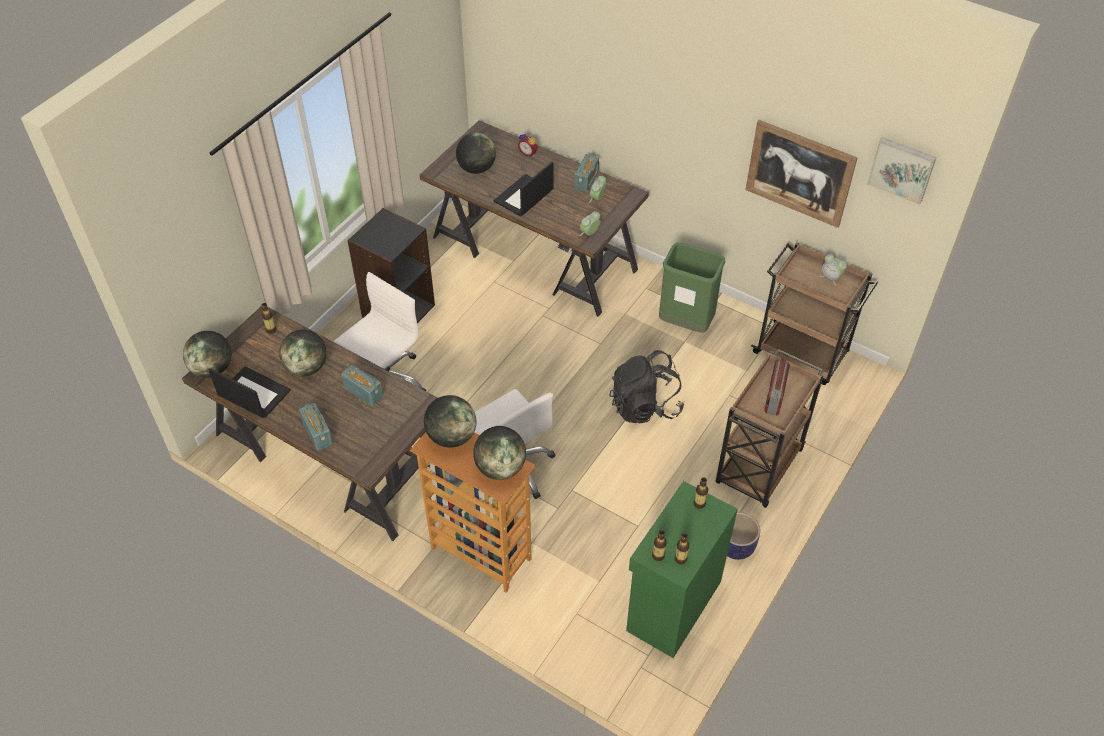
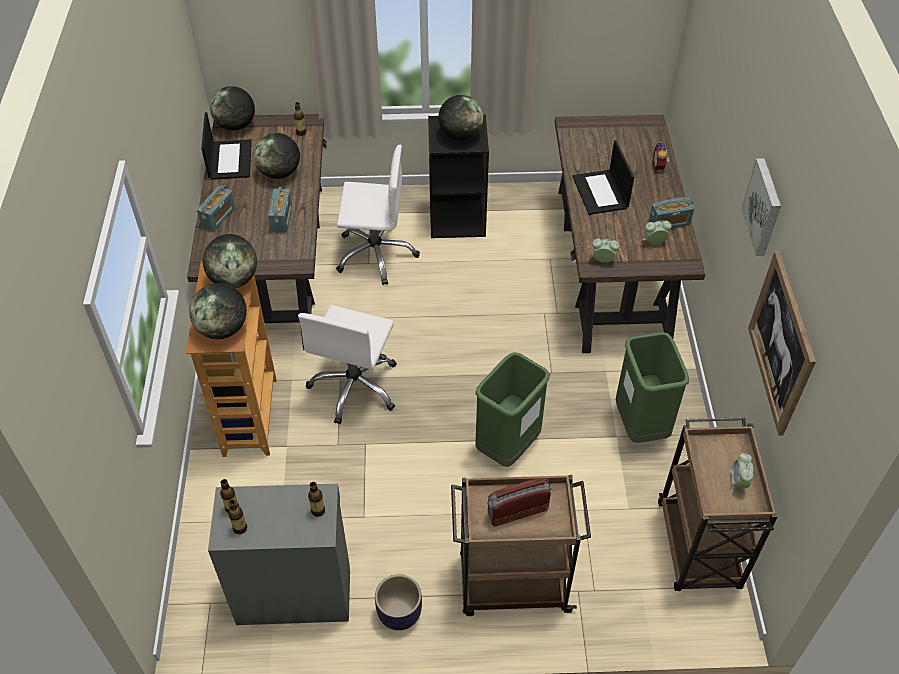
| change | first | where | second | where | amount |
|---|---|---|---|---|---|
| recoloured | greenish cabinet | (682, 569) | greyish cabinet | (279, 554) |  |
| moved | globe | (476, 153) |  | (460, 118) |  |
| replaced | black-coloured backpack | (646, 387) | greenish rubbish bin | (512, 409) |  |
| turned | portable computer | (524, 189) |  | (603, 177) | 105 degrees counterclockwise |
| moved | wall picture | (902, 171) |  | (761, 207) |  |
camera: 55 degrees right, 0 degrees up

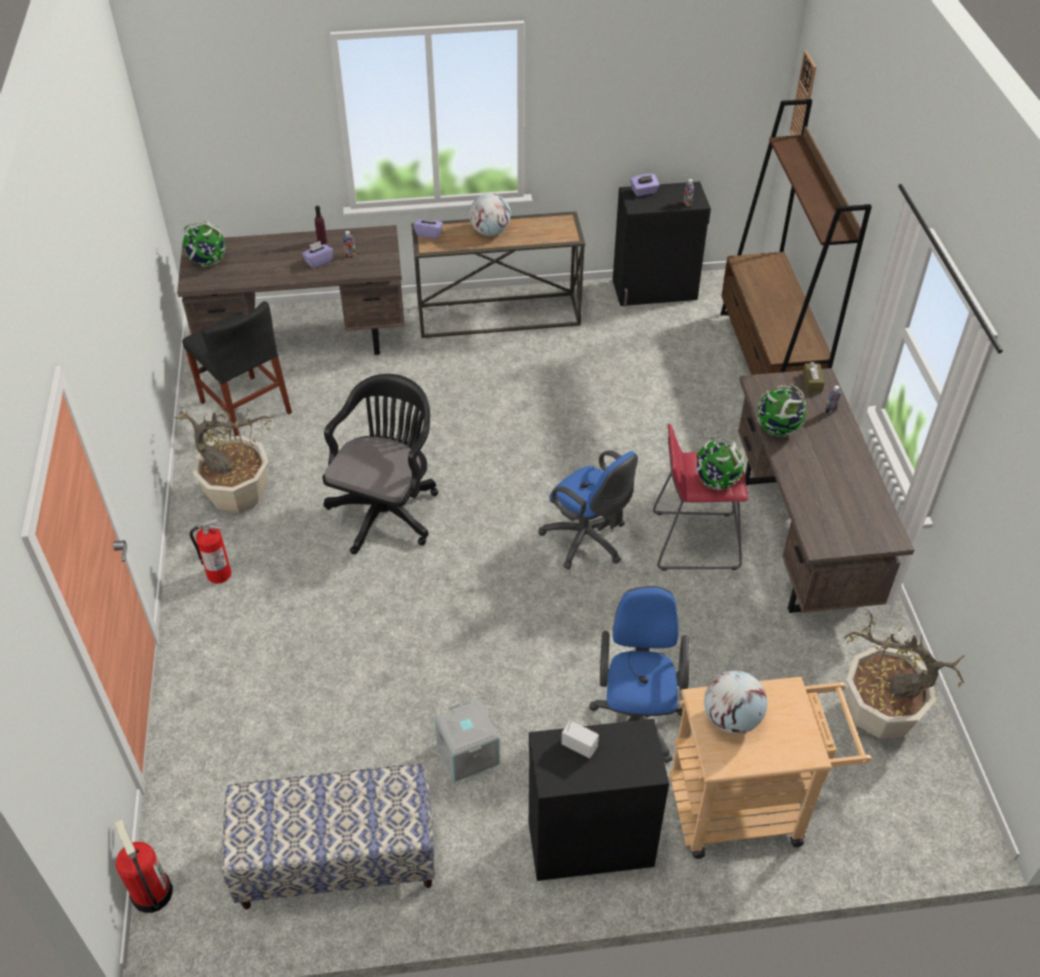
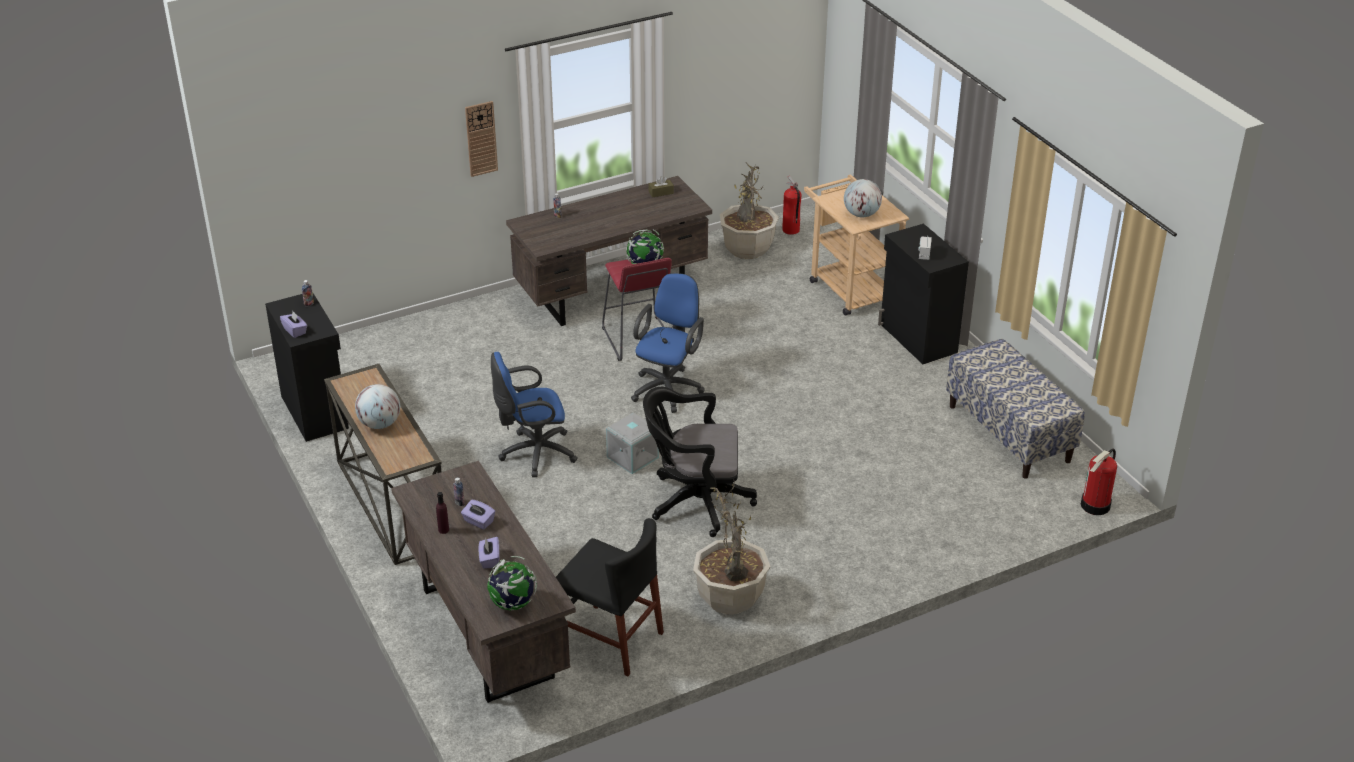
| change | first | where | second | where | amount |
|---|---|---|---|---|---|
| moved | wall clock | (803, 93) |  | (481, 139) |  |
| moved | purple-coloured tissue box | (428, 226) |  | (489, 553) |  |
| moved | blue-coloured desk chair | (639, 674) |  | (534, 414) |  |
| turned | black-coloured upright chair | (237, 368) |  | (610, 597) | 90 degrees clockwise |
| moved | greyish storage container | (467, 741) |  | (632, 443) |  |
| moved | brown tissue box | (814, 377) |  | (661, 187) |  |
| moved | extinguisher | (210, 551) |  | (791, 205) |  |
| removed | brown bookshelf | (796, 237) |  |  |  |
| removed | globe | (781, 410) |  |  |  |
camera: 110 degrees left, 10 degrees down

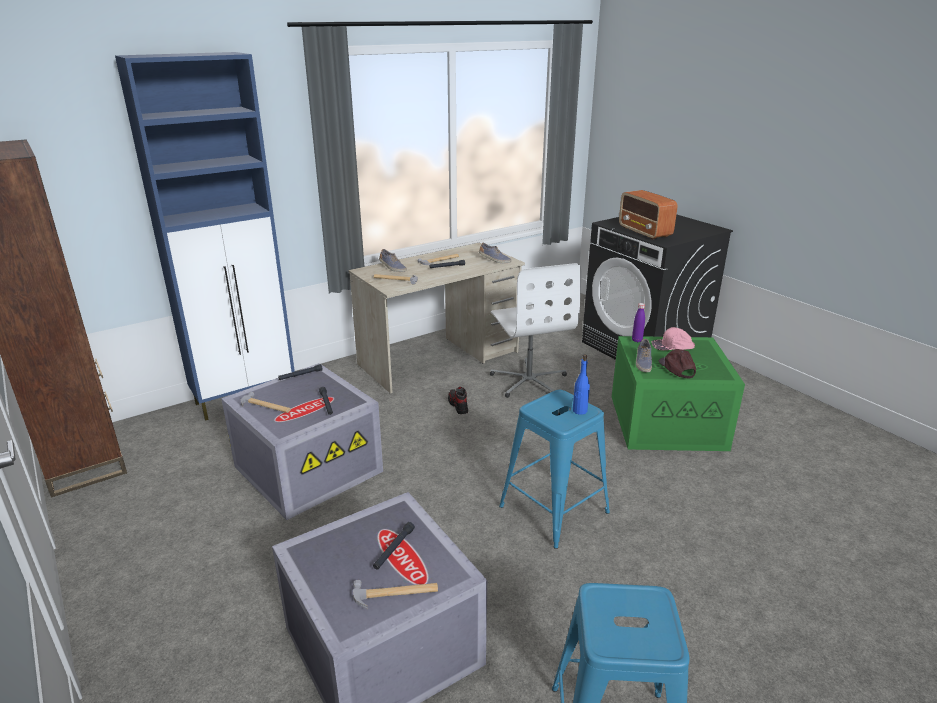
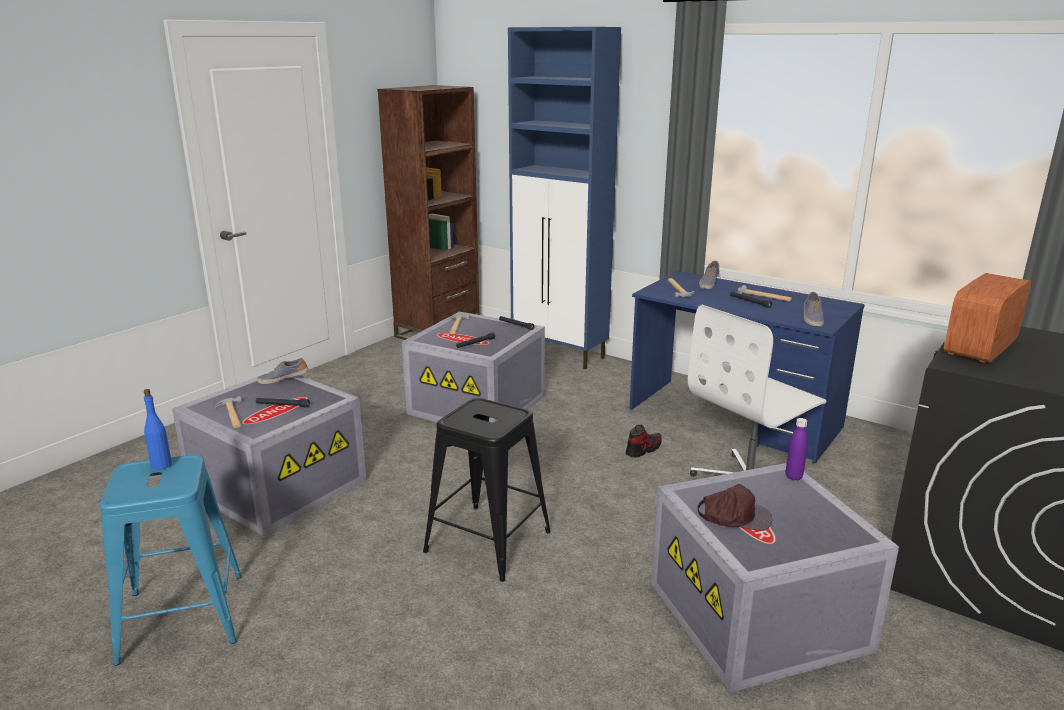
| change | first | where | second | where | amount |
|---|---|---|---|---|---|
| moved | blue-coloured beverage bottle | (581, 384) |  | (158, 429) |  |
| moved | low shoe | (644, 355) |  | (282, 371) |  |
| recoloured | blue-coloured stool | (554, 469) | black-coloured stool | (487, 490) |  |
| recoloured | beige-coloured desk | (436, 318) | blue-coloured desk | (747, 367) |  |
| recoloured | greenish storage container | (678, 393) | greyish storage container | (775, 578) |  |
| turned | brown cap | (677, 364) |  | (734, 507) | 45 degrees clockwise |
| removed | pink cap | (673, 338) |  |  |  |
camera: 70 degrees right, 5 degrees down

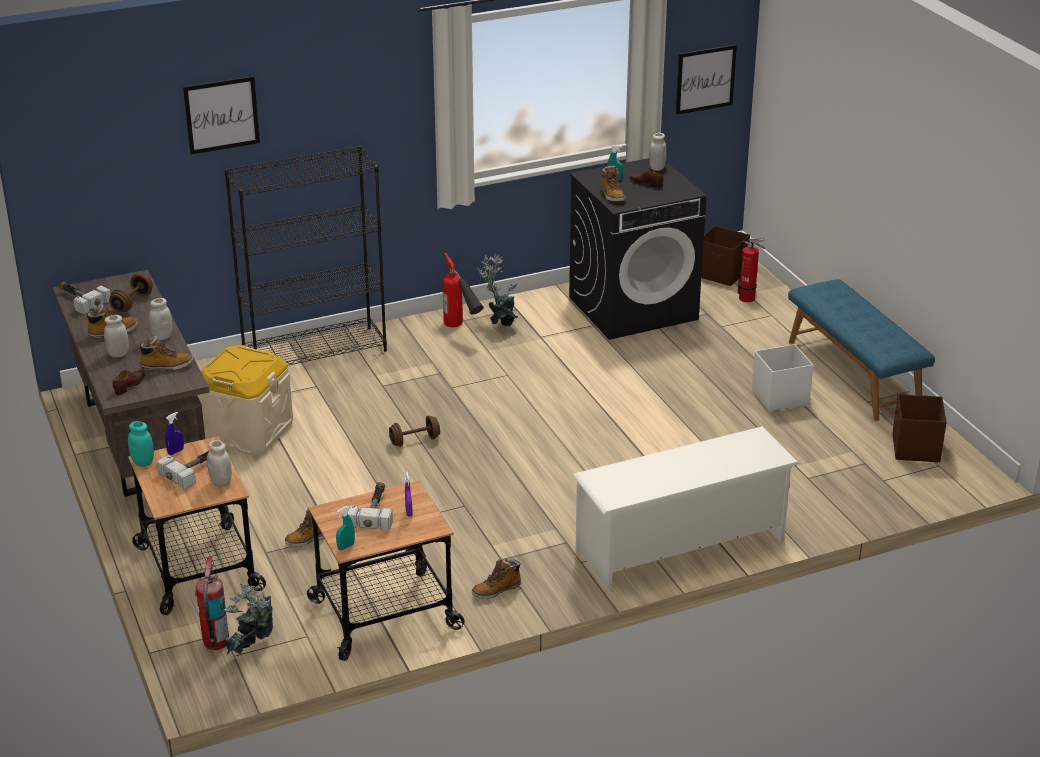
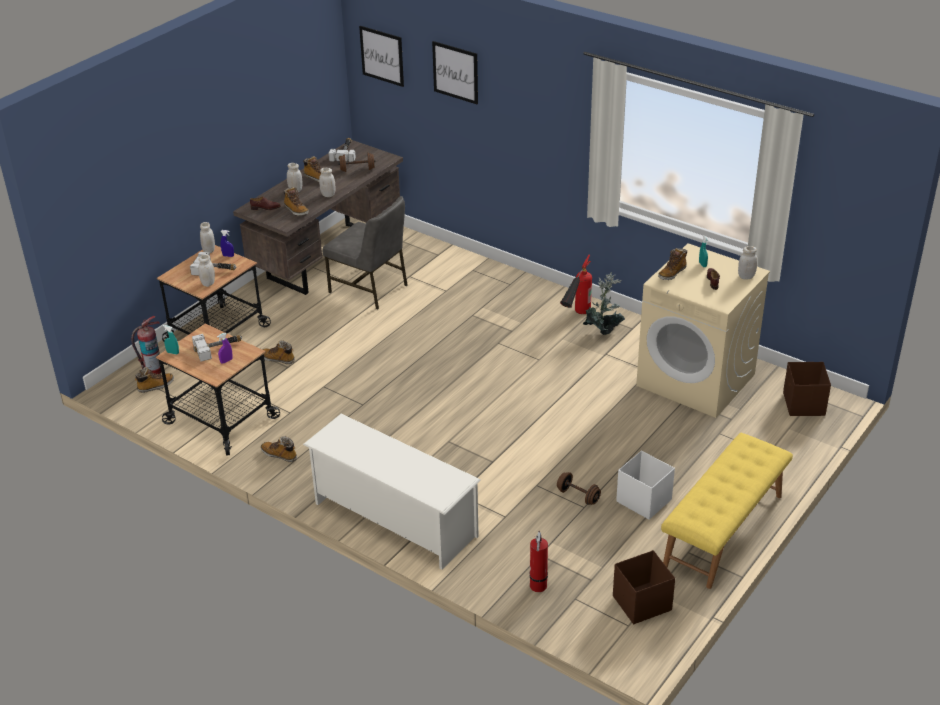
| change | first | where | second | where | amount |
|---|---|---|---|---|---|
| replaced | potted plant | (248, 619) | tall boot | (154, 380) |  |
| recoloured | blue-green storage jar | (141, 443) | white storage jar | (207, 237) |  |
| replaced | beige-coloured storage container | (245, 400) | greyish upright chair | (365, 252) |  |
| moved | wall picture | (706, 80) |  | (381, 56) |  |
| moved | extinguisher | (751, 270) |  | (538, 561) |  |
| moved | brown free weight | (414, 431) |  | (579, 488) |  |
| recoloured | black-coloured washing machine | (637, 249) | beige-coloured washing machine | (703, 330) |  |
| recoloured | blue-coloured long seat | (861, 350) | yellowish long seat | (727, 511) |  |
| removed | black-coloured bookshelf | (305, 256) |  |  |  |
camera: 60 degrees right, 5 degrees up

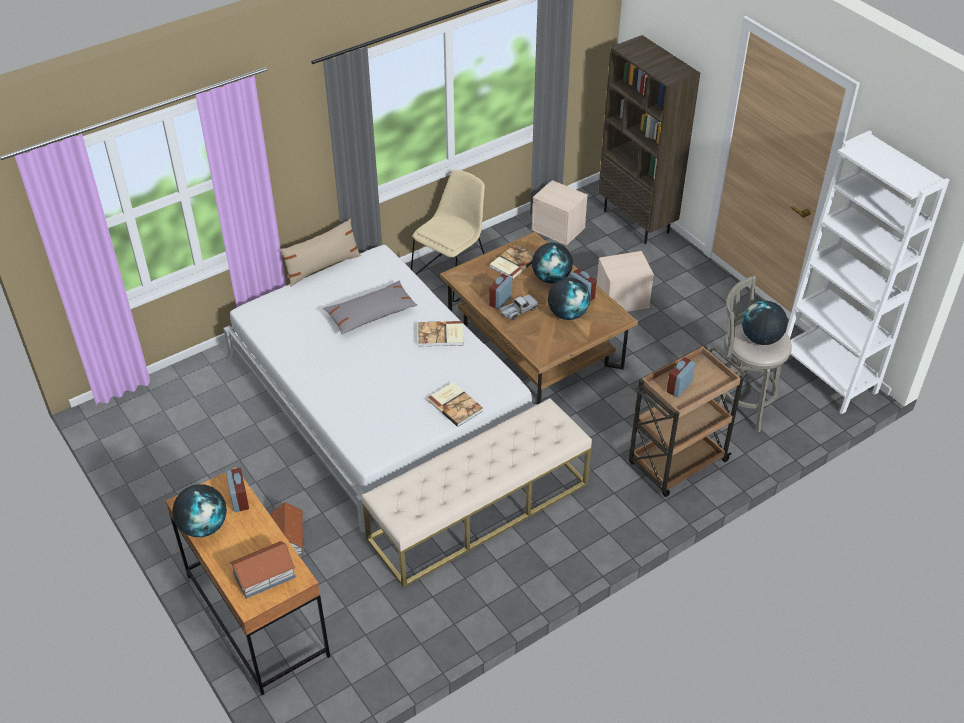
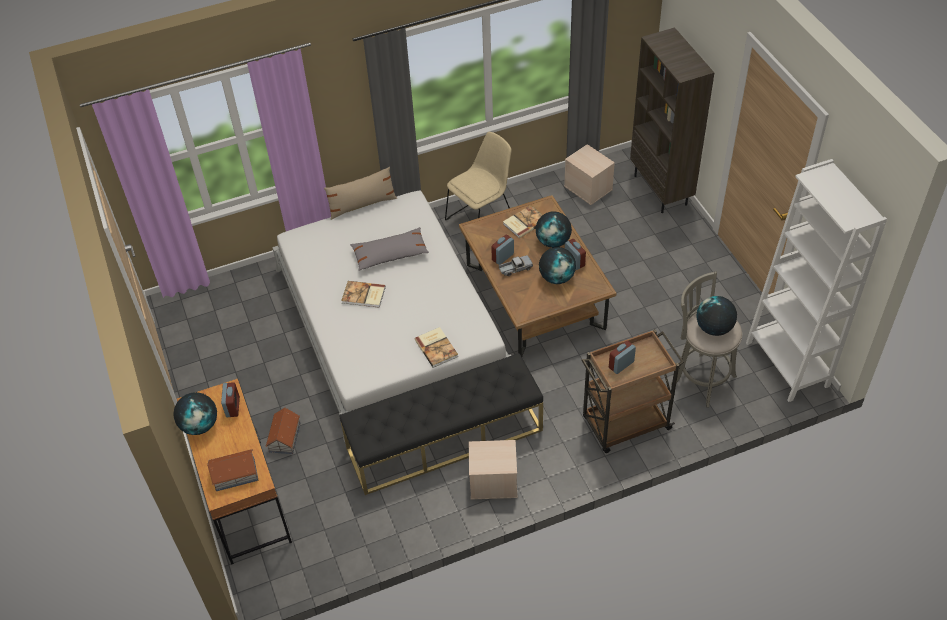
| change | first | where | second | where | amount |
|---|---|---|---|---|---|
| recoloured | beige-coloured long seat | (477, 493) | black-coloured long seat | (441, 424) |  |
| moved | bound book | (440, 334) |  | (363, 294) |  |
| moved | beige-coloured storage container | (625, 281) |  | (493, 469) |  |
camera: 15 degrees right, 5 degrees up

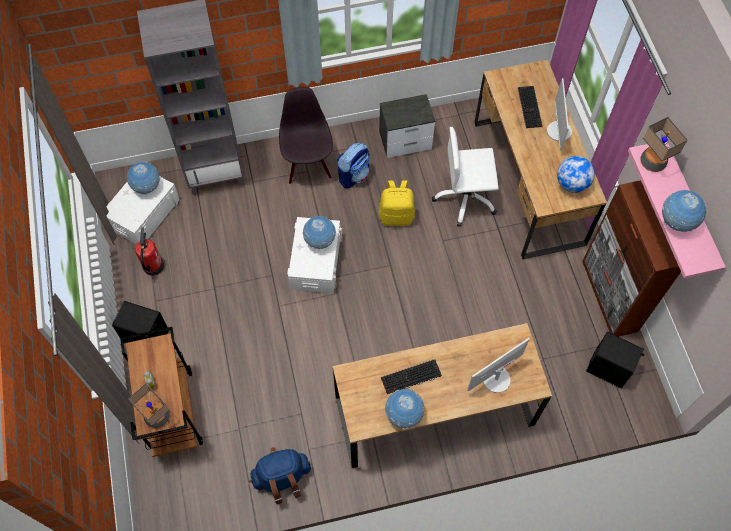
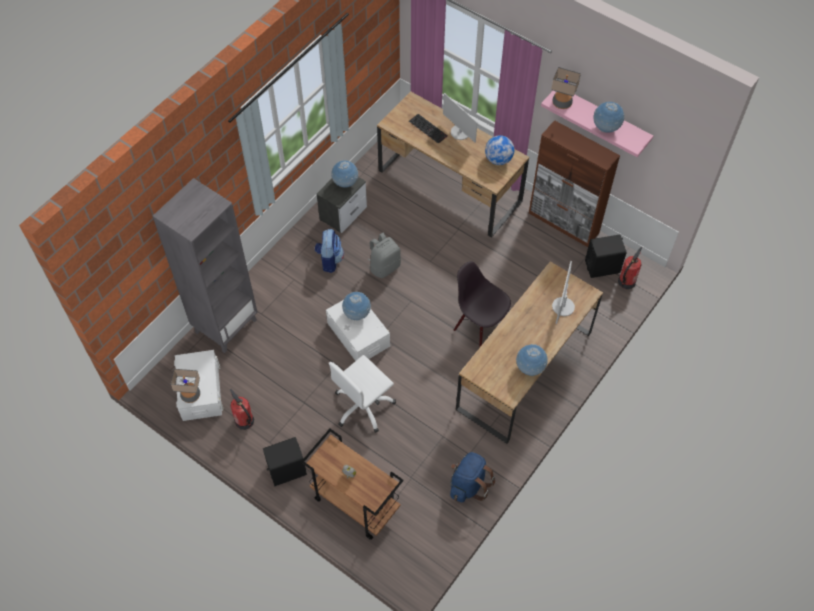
| change | first | where | second | where | amount |
|---|---|---|---|---|---|
| moved | table lamp | (149, 406) |  | (185, 386) |  |
| moved | white desk chair | (465, 177) |  | (362, 394) |  |
| moved | globe | (143, 177) |  | (345, 174) |  |
| recoloured | yellowish backpack | (397, 203) | greyish backpack | (384, 255) |  |
| moved | black-coloured upright chair | (306, 135) |  | (482, 304) |  |
| added |  |  | extinguisher | (630, 268) |  |
| removed | PC keyboard | (411, 376) |  |  |  |
camera: 40 degrees left, 5 degrees down

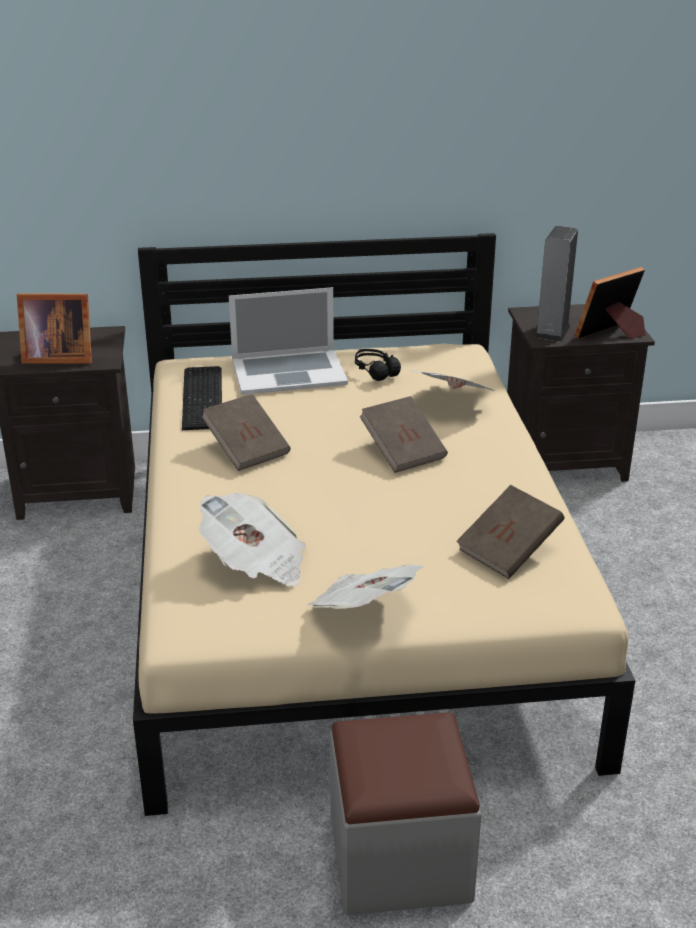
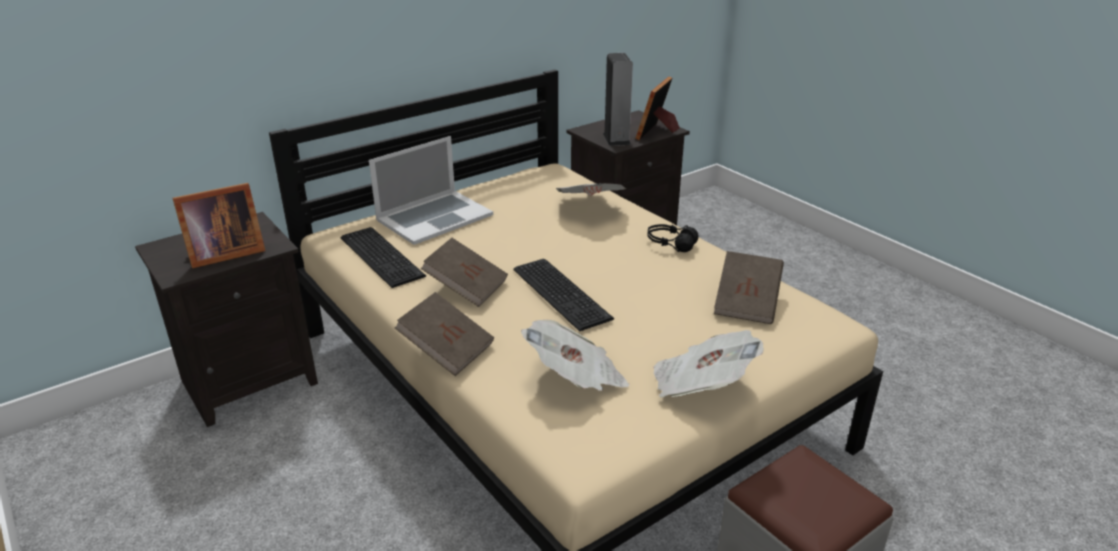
| change | first | where | second | where | amount |
|---|---|---|---|---|---|
| moved | brown bound book | (403, 434) |  | (444, 334) |  |
| added |  |  | PC keyboard | (564, 295) |  |
| moved | black-coloured headphones | (378, 365) |  | (673, 238) |  |
camera: 30 degrees left, 0 degrees up

